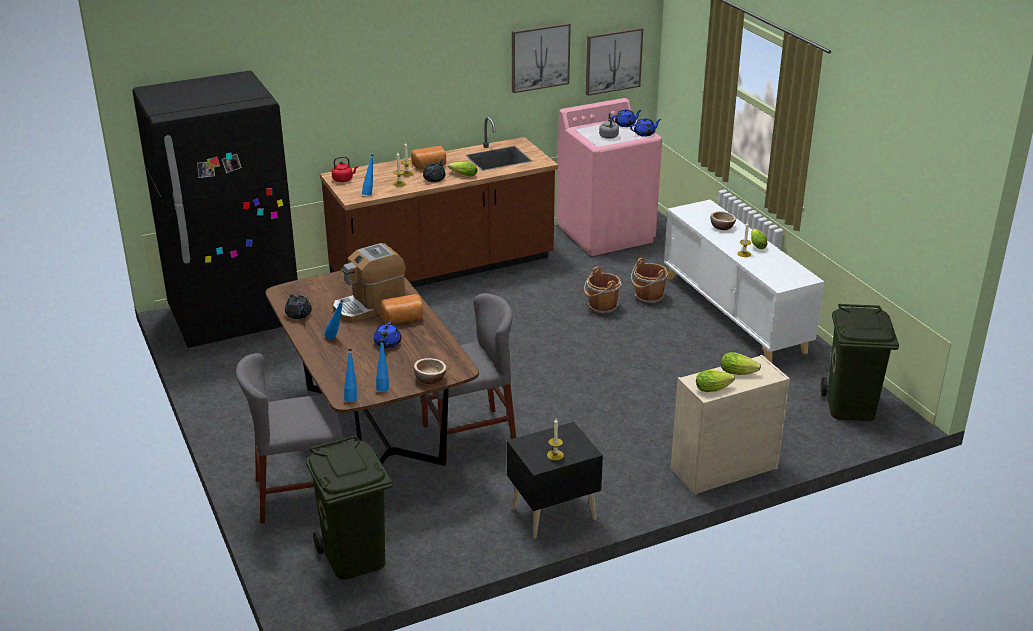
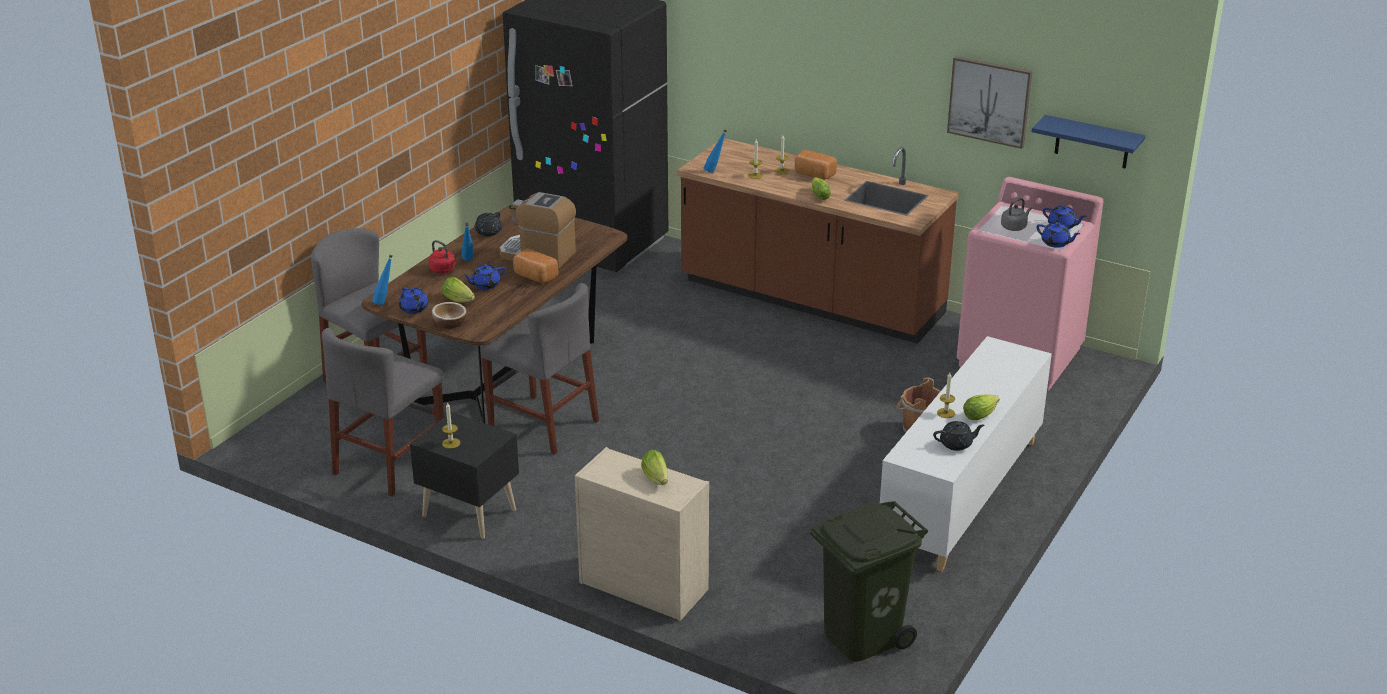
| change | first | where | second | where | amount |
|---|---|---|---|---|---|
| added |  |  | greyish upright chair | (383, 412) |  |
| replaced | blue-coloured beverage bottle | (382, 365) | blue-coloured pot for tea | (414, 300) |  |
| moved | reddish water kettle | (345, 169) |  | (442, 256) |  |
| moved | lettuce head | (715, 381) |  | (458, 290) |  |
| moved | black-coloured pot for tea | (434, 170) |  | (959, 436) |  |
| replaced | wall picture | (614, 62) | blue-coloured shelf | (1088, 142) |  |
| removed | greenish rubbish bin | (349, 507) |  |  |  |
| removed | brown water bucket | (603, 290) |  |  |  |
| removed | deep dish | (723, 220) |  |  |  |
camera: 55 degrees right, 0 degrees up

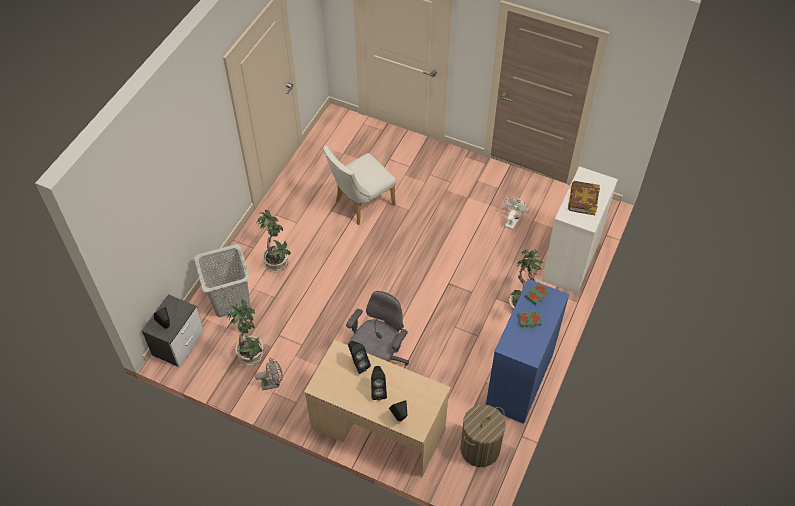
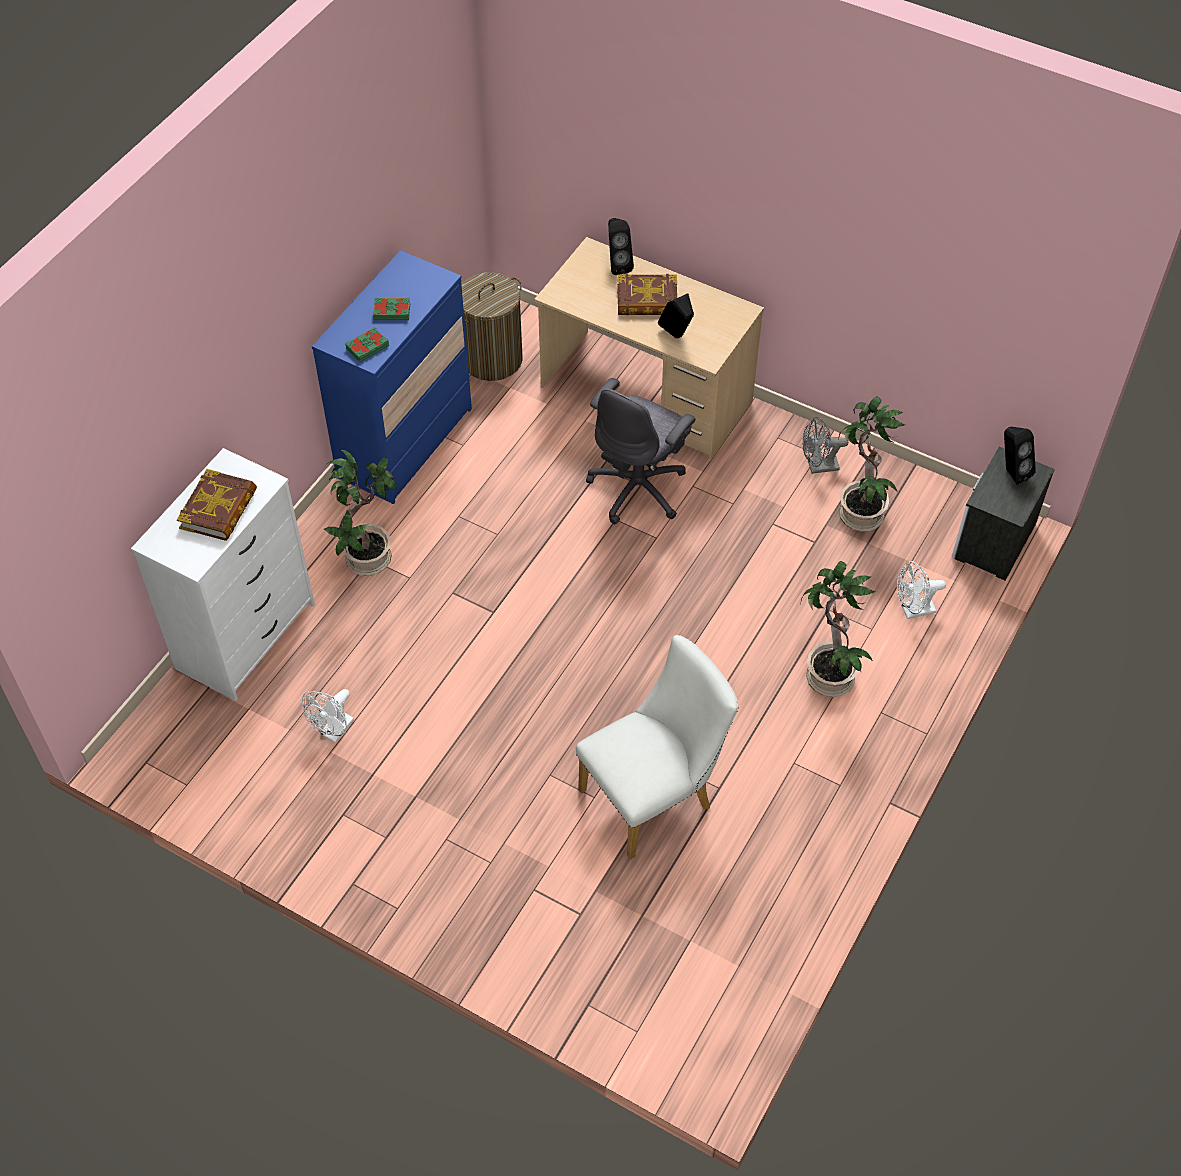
| change | first | where | second | where | amount |
|---|---|---|---|---|---|
| replaced | black-coloured loudspeaker | (379, 383) | bound book | (647, 294) |  |
| replaced | greyish washing basket | (222, 280) | white cooling fan | (921, 590) |  |
camera: 175 degrees left, 0 degrees up

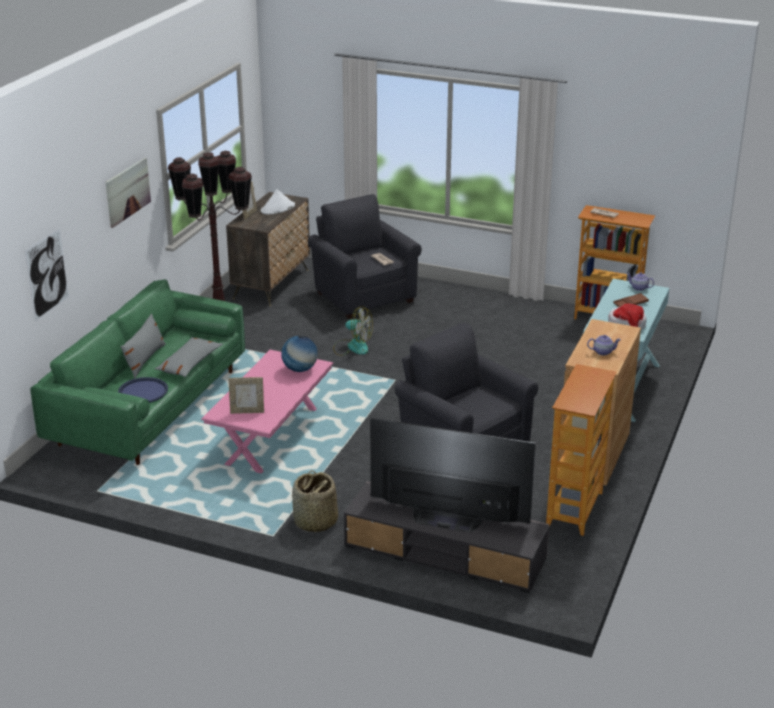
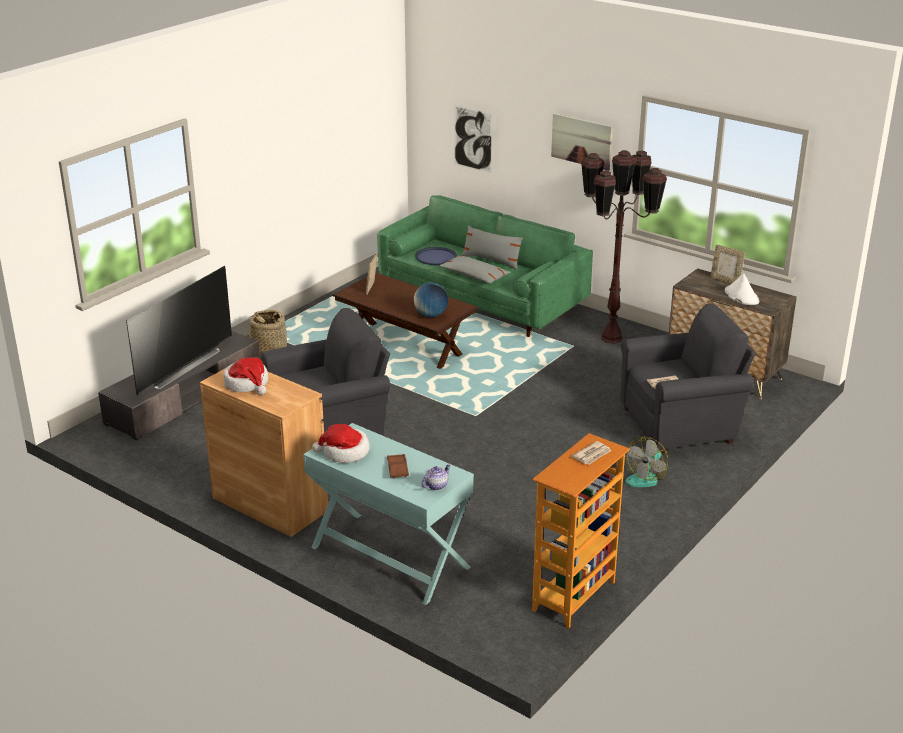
| change | first | where | second | where | amount |
|---|---|---|---|---|---|
| replaced | pot for tea | (604, 345) | wearable hat | (245, 376) |  |
| recoloured | pink coffee table | (267, 412) | brown coffee table | (405, 320) |  |
| moved | cooling fan | (353, 331) |  | (646, 462) |  |
| removed | bookshelf | (581, 450) |  |  |  |
camera: 105 degrees right, 0 degrees up

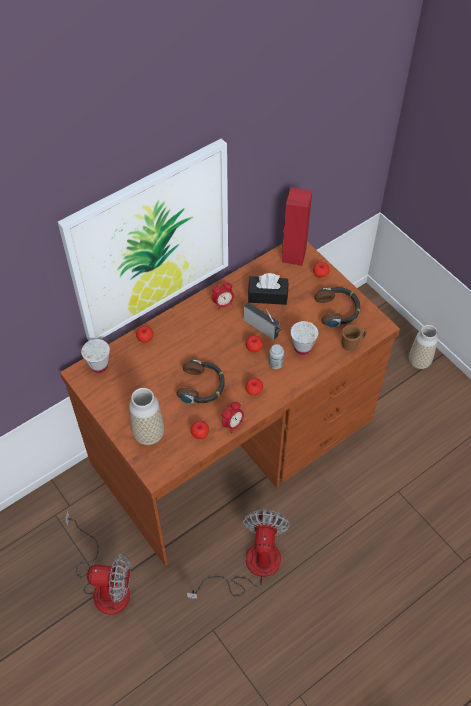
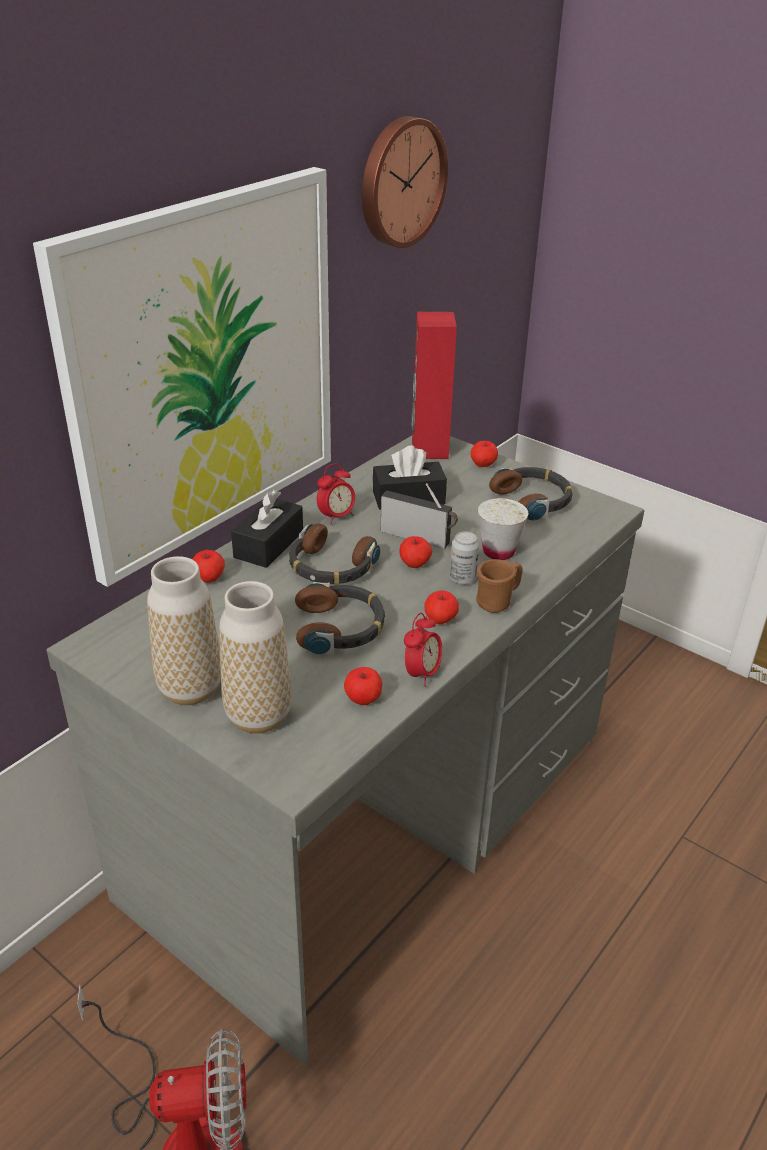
| change | first | where | second | where | amount |
|---|---|---|---|---|---|
| recoloured | brown desk | (230, 404) | greyish desk | (345, 750) |  |
| moved | vase | (423, 347) |  | (184, 630) |  |
| added |  |  | black-coloured tissue box | (267, 529) |  |
| added |  |  | headphones | (334, 554) |  |
| added |  |  | wall clock | (405, 182) |  |
| moved | brown tea mug | (354, 338) |  | (499, 586) |  |
| removed | white drinking cup | (95, 356) |  |  |  |
| removed | cooling fan | (238, 554) |  |  |  |
camera: 15 degrees left, 20 degrees down

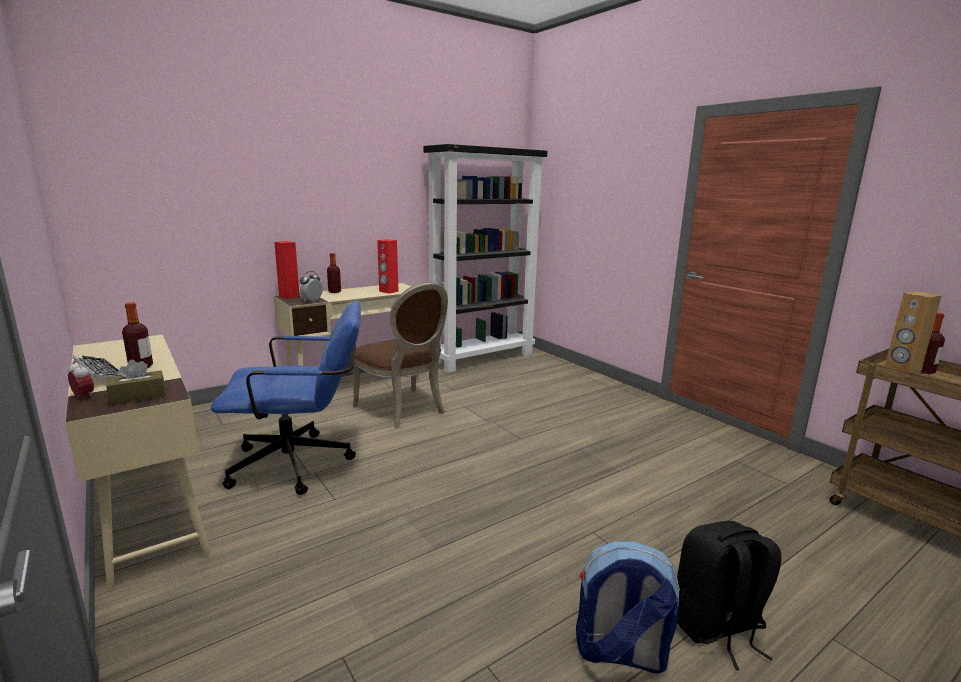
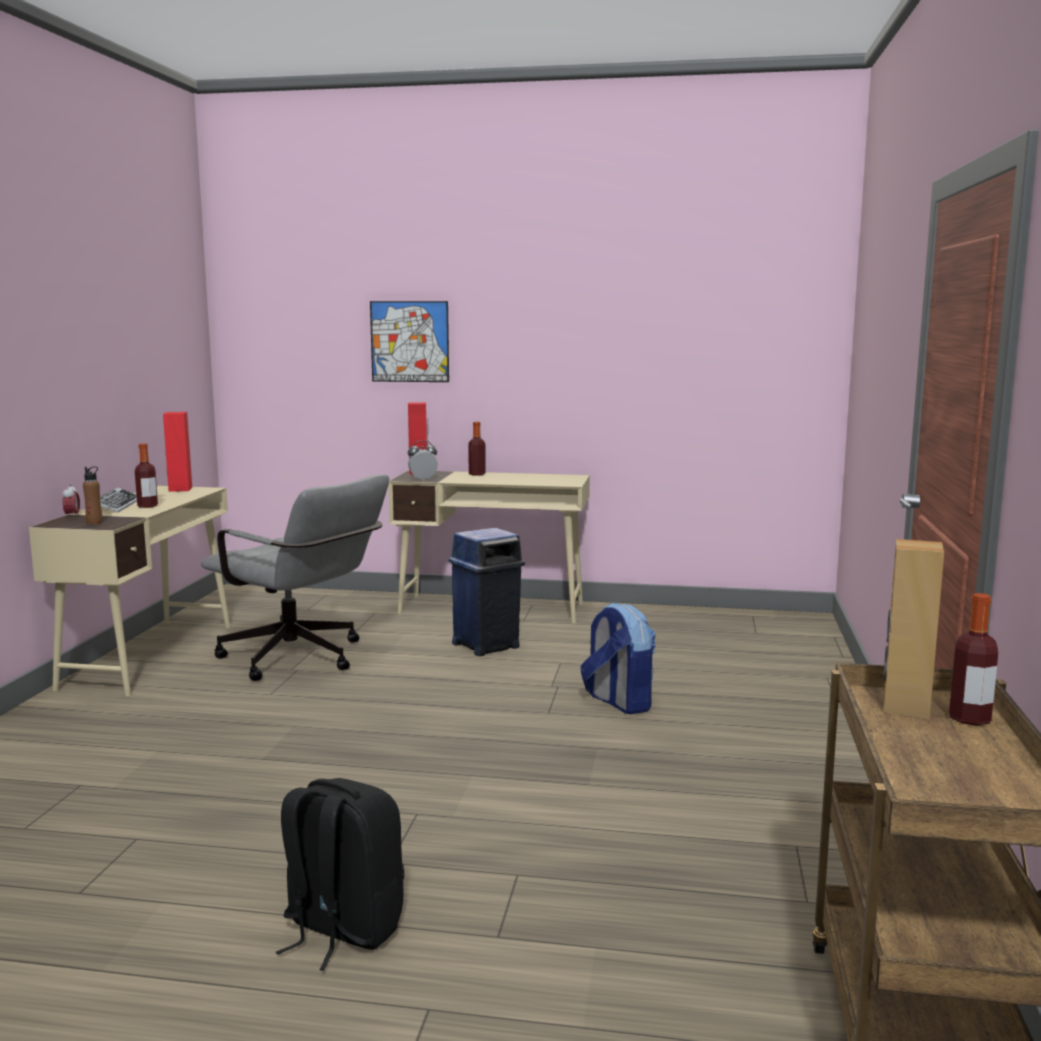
| change | first | where | second | where | amount |
|---|---|---|---|---|---|
| replaced | brown tissue box | (135, 382) | brown beverage bottle | (93, 495) |  |
| moved | reddish loudspeaker | (388, 266) |  | (177, 452) |  |
| recoloured | blue-coloured desk chair | (286, 397) | greyish desk chair | (295, 577) |  |
| added |  |  | wall picture | (409, 341) |  |
| replaced | brown upright chair | (400, 355) | blue-coloured rubbish bin | (486, 591) |  |
| moved | backpack | (628, 607) |  | (618, 658) |  |
| removed | black-coloured bookshelf | (485, 258) |  |  |  |
camera: 45 degrees right, 5 degrees down

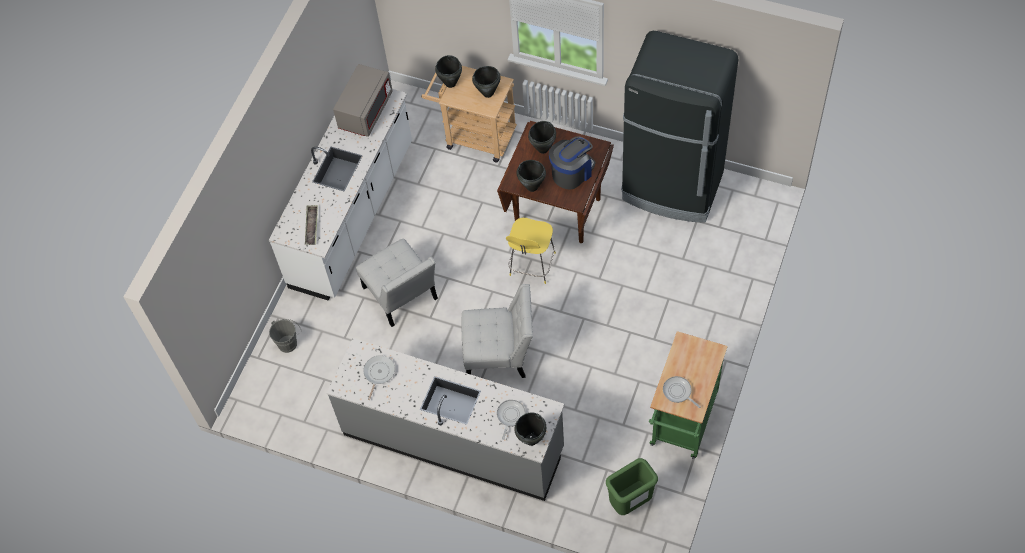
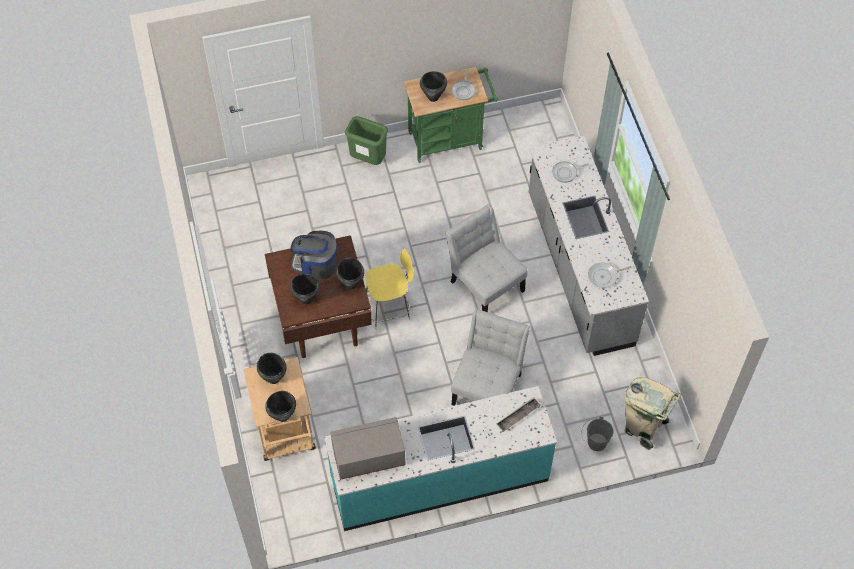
| change | first | where | second | where | amount |
|---|---|---|---|---|---|
| recoloured | white kitchen counter | (340, 195) | blue-green kitchen counter | (440, 458) |  |
| moved | greenish rubbish bin | (632, 486) |  | (366, 140) |  |
| moved | black-coloured stockpot | (530, 429) |  | (433, 86) |  |
| added |  |  | beige-coloured rubbish bin | (653, 413) |  |
| removed | black-coloured refrigerator | (679, 127) |  |  |  |
camera: 130 degrees left, 0 degrees up

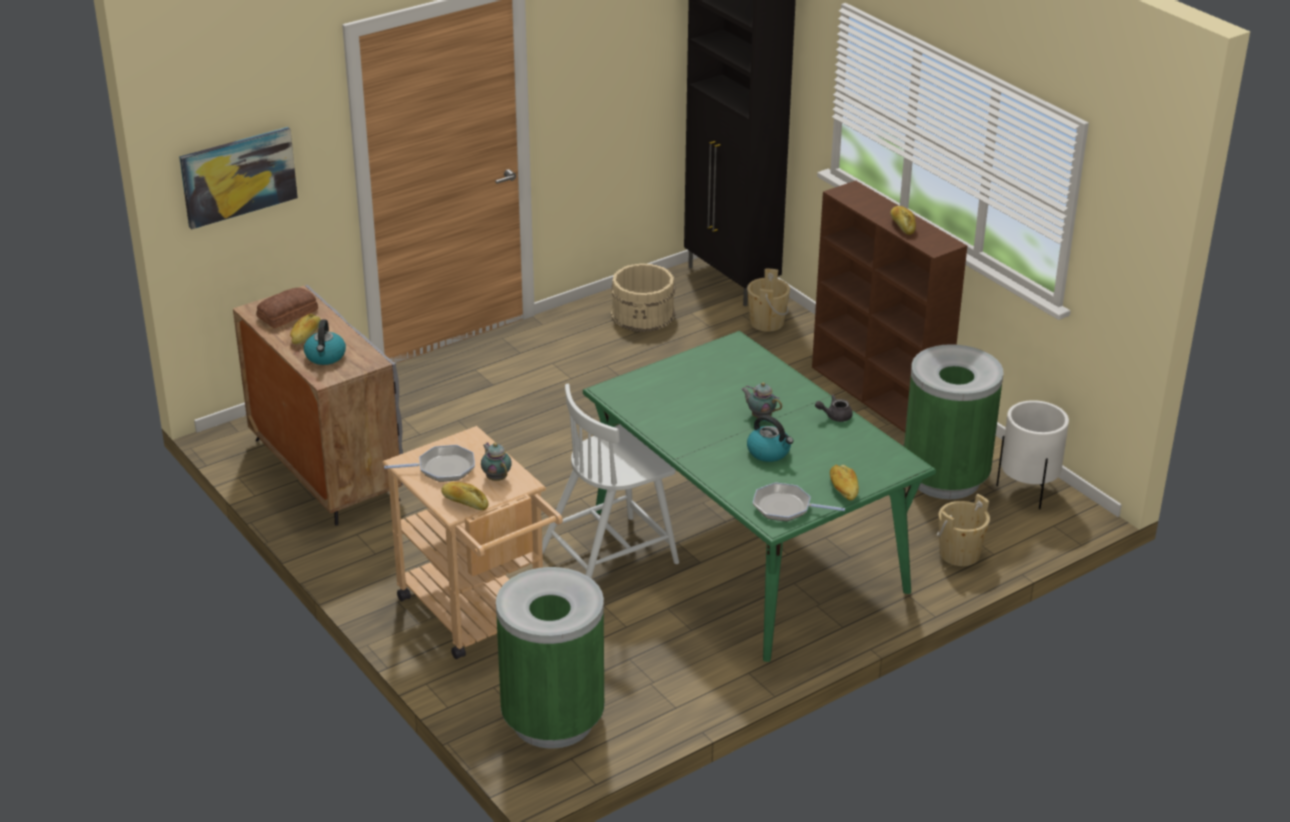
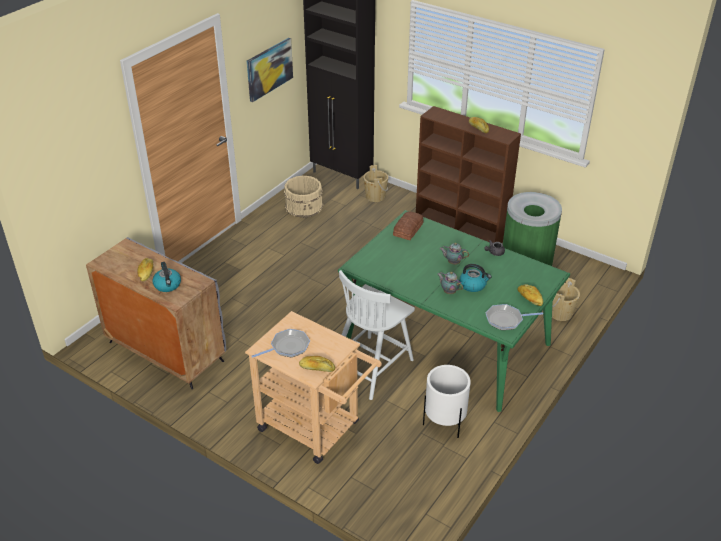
| change | first | where | second | where | amount |
|---|---|---|---|---|---|
| moved | wall picture | (238, 178) |  | (270, 70) |  |
| moved | bakery bread | (287, 308) |  | (408, 226) |  |
| moved | white flower pot | (1032, 454) |  | (447, 401) |  |
| moved | pot for tea | (496, 462) |  | (450, 283) |  |
| removed | greenish rubbish bin | (550, 658) |  |  |  |
camera: 20 degrees left, 5 degrees up

